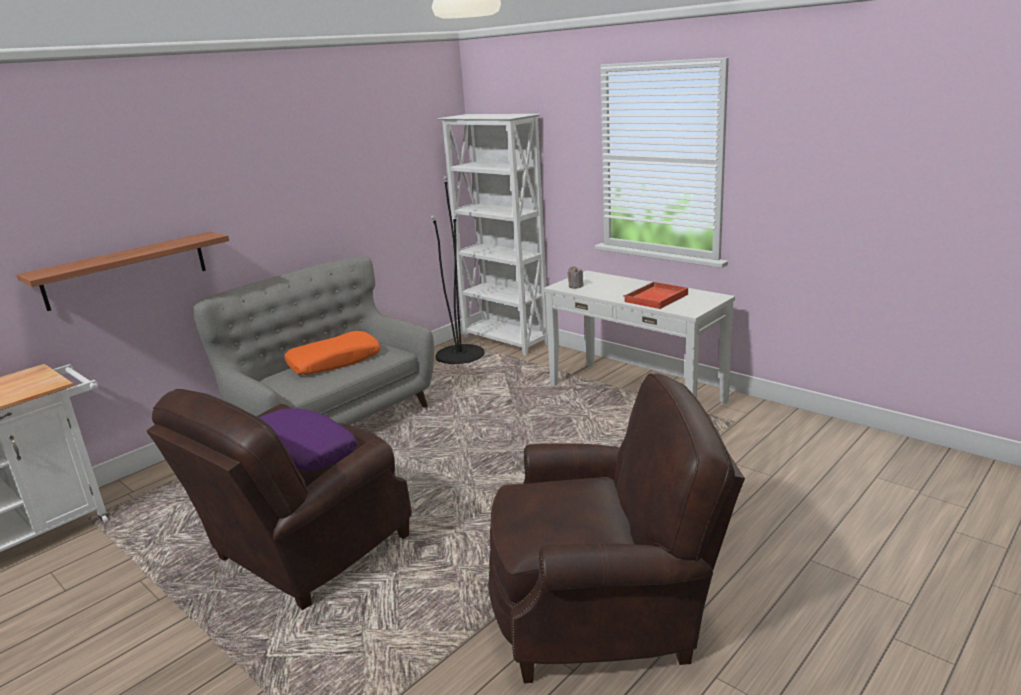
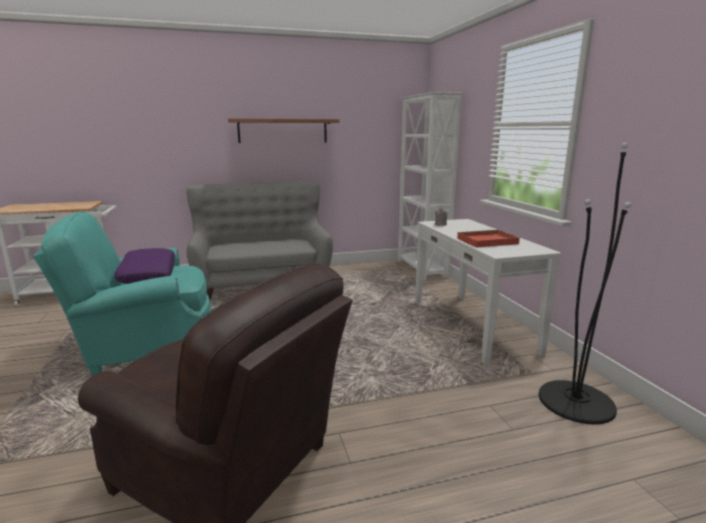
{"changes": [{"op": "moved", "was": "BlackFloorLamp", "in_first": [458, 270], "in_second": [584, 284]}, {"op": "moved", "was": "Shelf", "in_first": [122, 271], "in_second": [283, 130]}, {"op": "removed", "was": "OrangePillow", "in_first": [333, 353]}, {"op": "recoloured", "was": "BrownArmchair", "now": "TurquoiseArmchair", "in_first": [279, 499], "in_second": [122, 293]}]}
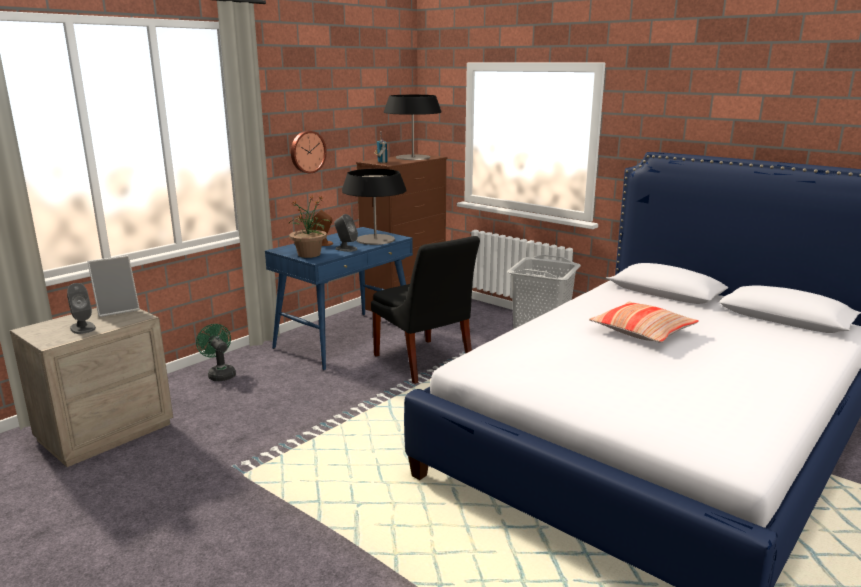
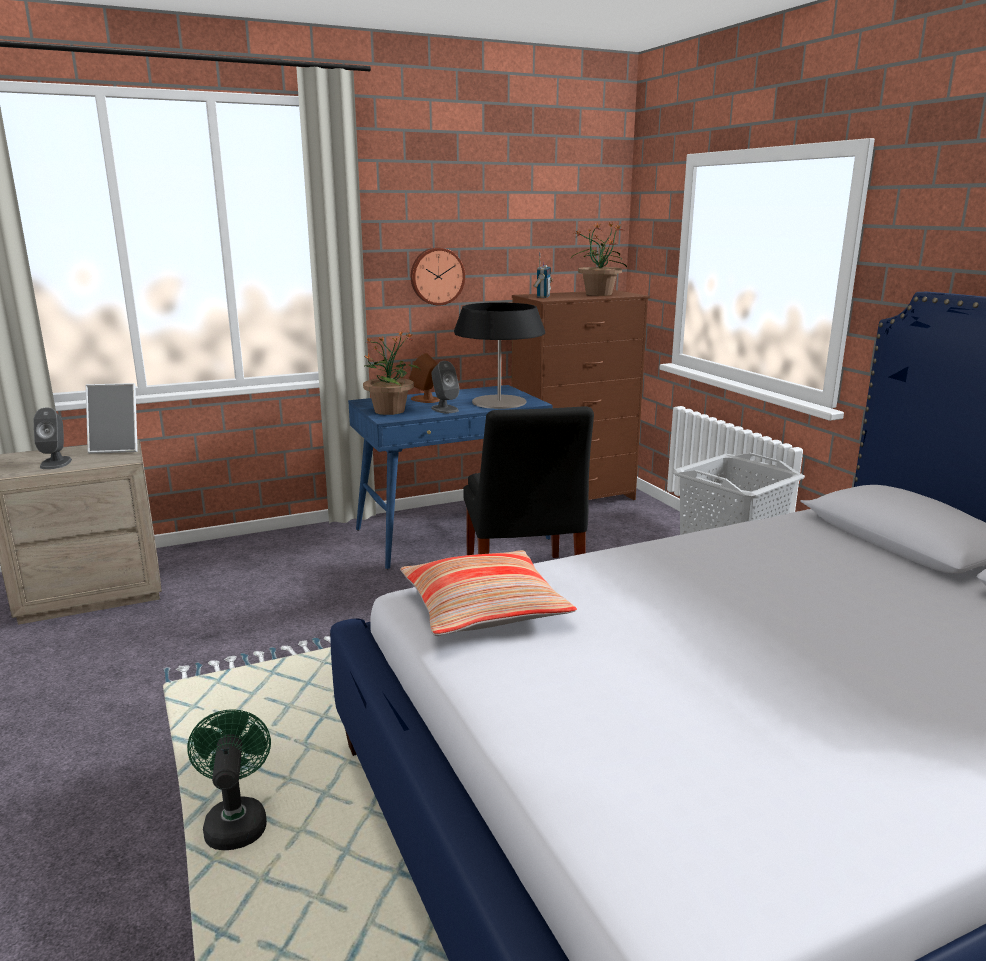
{"changes": [{"op": "replaced", "was": "TableLamp", "now": "PottedPlant", "in_first": [412, 127], "in_second": [599, 259]}, {"op": "moved", "was": "Pillow", "in_first": [643, 322], "in_second": [488, 593]}, {"op": "moved", "was": "GreenFan", "in_first": [216, 352], "in_second": [229, 779]}]}
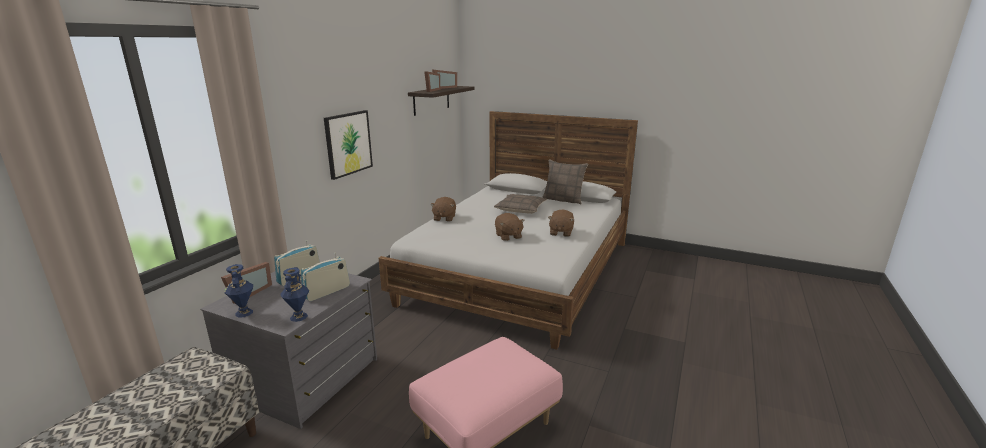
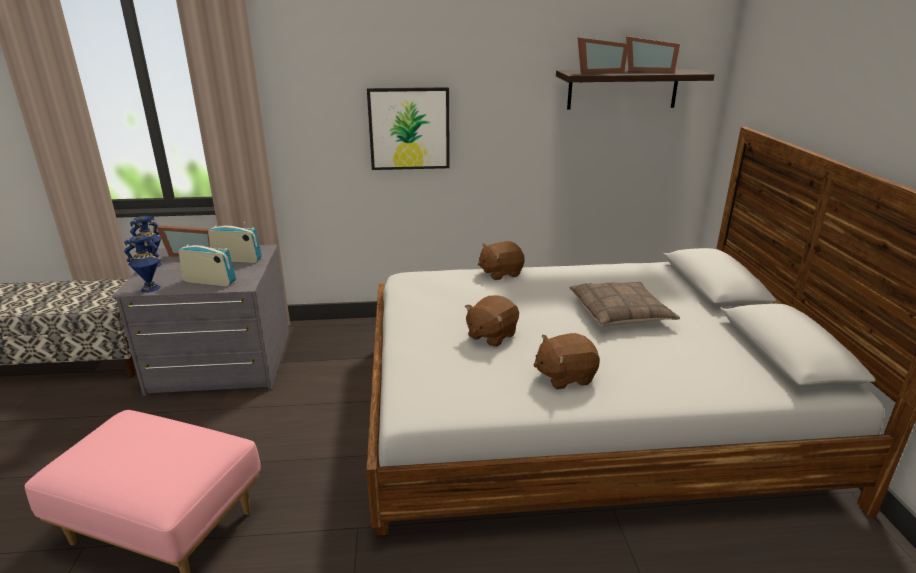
{"changes": [{"op": "removed", "was": "Pillow", "in_first": [565, 181]}]}
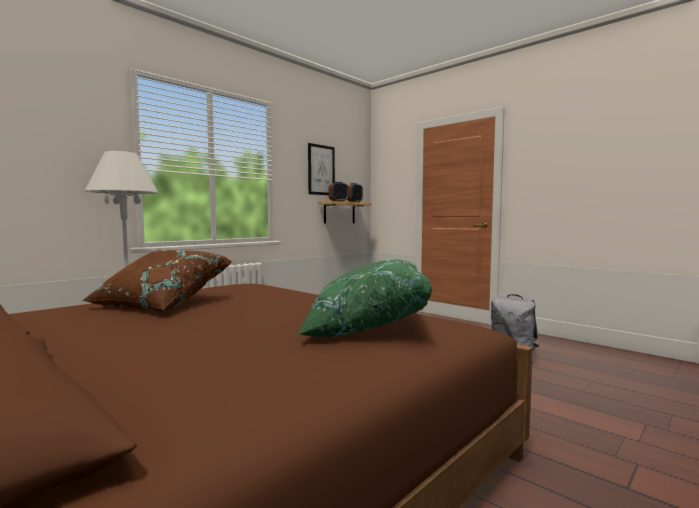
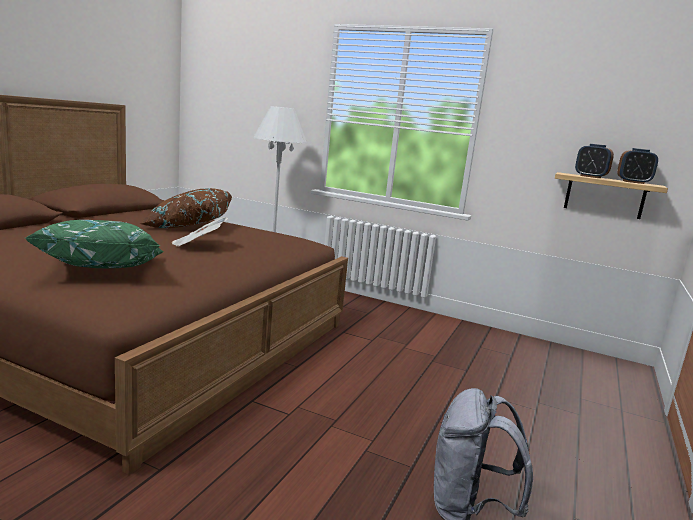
{"changes": [{"op": "removed", "was": "Picture", "in_first": [321, 169]}, {"op": "added", "now": "Newspaper", "in_second": [200, 232]}]}
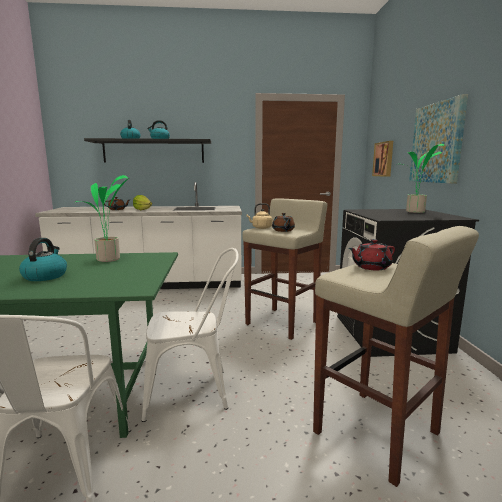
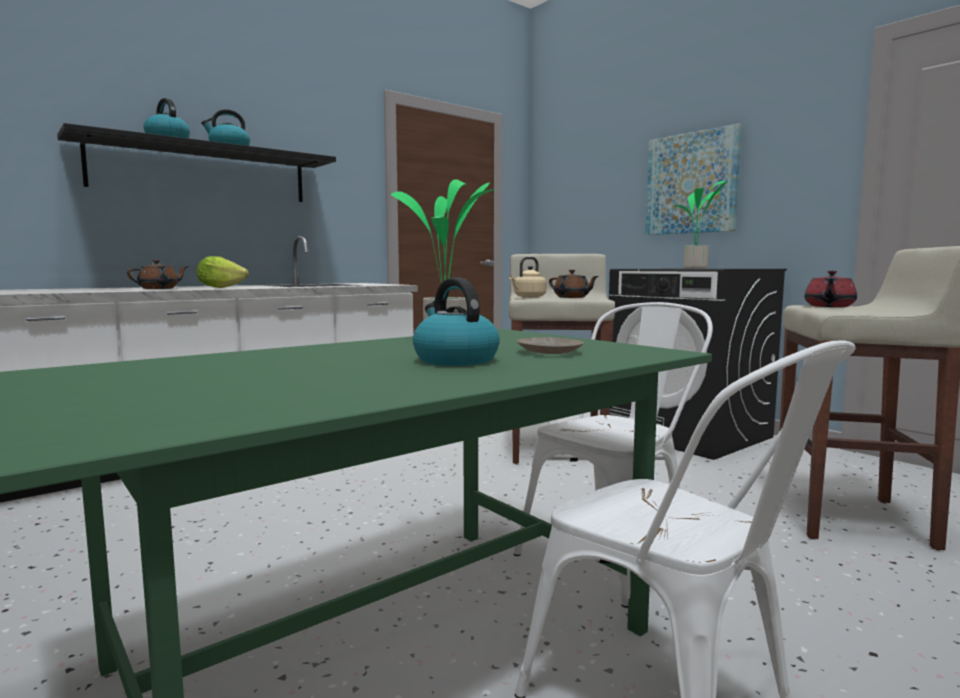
{"changes": [{"op": "removed", "was": "Picture", "in_first": [382, 159]}, {"op": "added", "now": "BeigePlate", "in_second": [550, 345]}]}
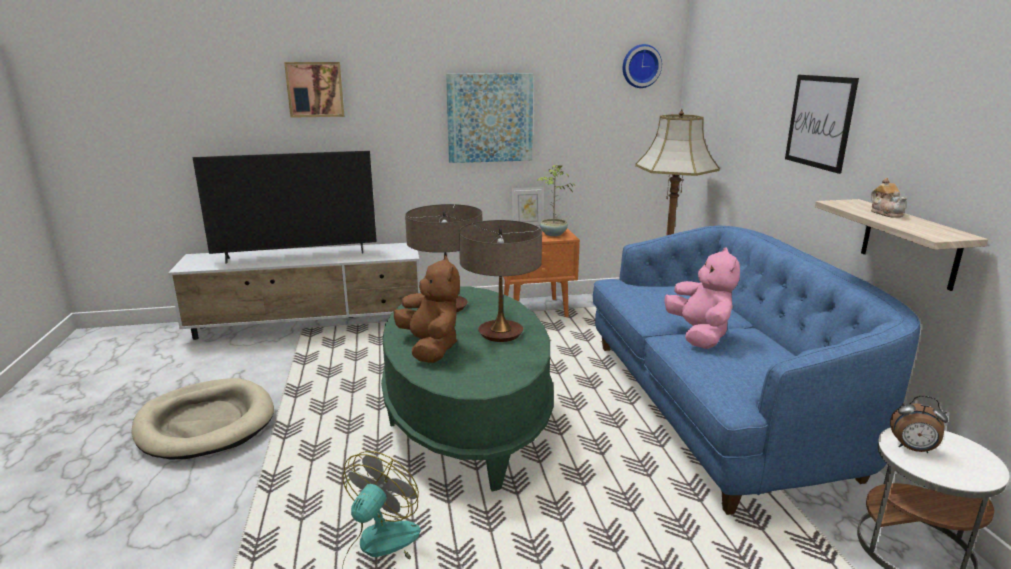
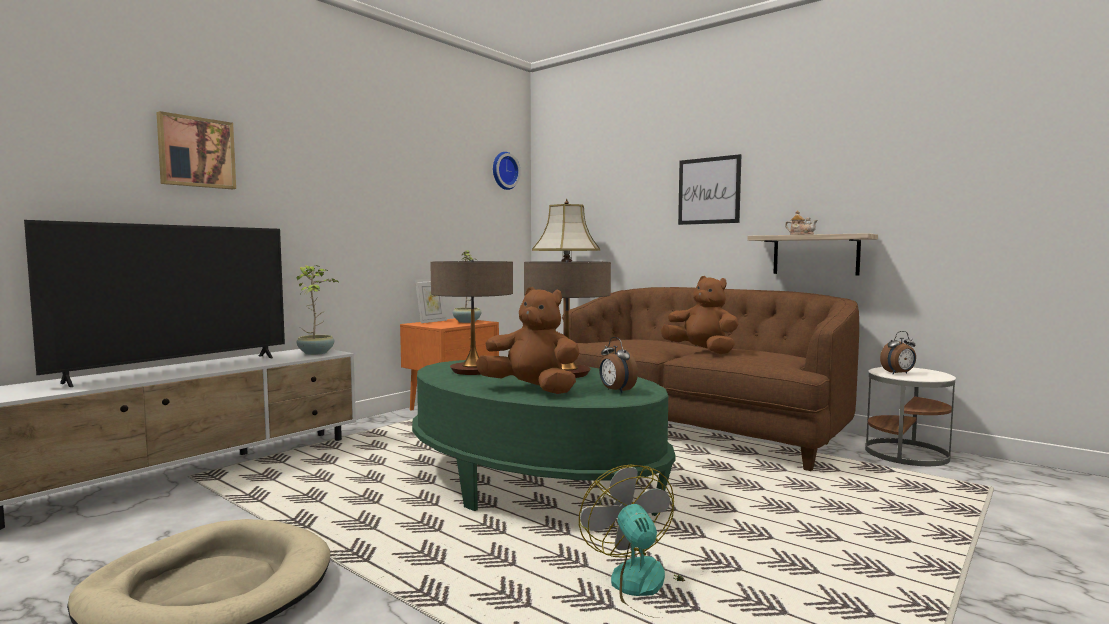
{"changes": [{"op": "removed", "was": "Picture", "in_first": [489, 118]}, {"op": "recoloured", "was": "BlueSofa", "now": "BrownSofa", "in_first": [756, 370], "in_second": [711, 379]}, {"op": "recoloured", "was": "PinkPlushToy", "now": "BrownPlushToy", "in_first": [702, 298], "in_second": [699, 315]}, {"op": "added", "now": "PottedPlant", "in_second": [318, 310]}, {"op": "added", "now": "AlarmClock", "in_second": [618, 365]}]}
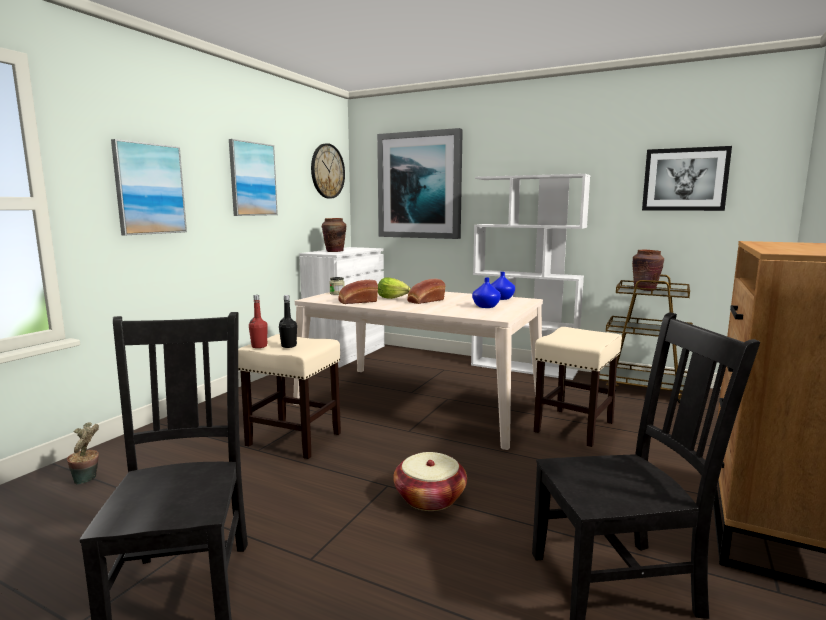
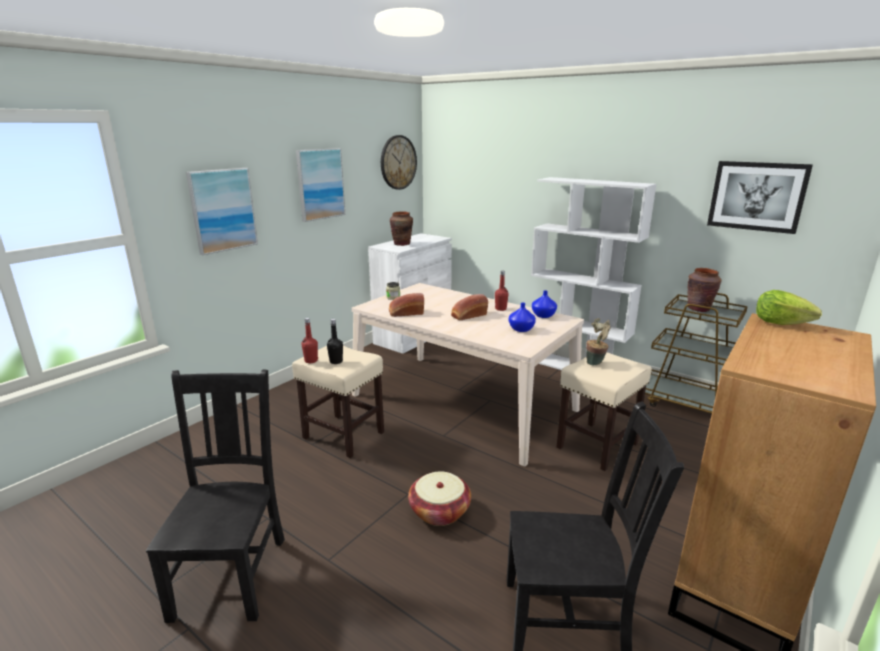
{"changes": [{"op": "removed", "was": "Picture", "in_first": [420, 183]}, {"op": "moved", "was": "Lettuce", "in_first": [394, 288], "in_second": [789, 307]}, {"op": "moved", "was": "PottedPlant", "in_first": [83, 453], "in_second": [598, 342]}, {"op": "added", "now": "RedBottle", "in_second": [502, 291]}]}
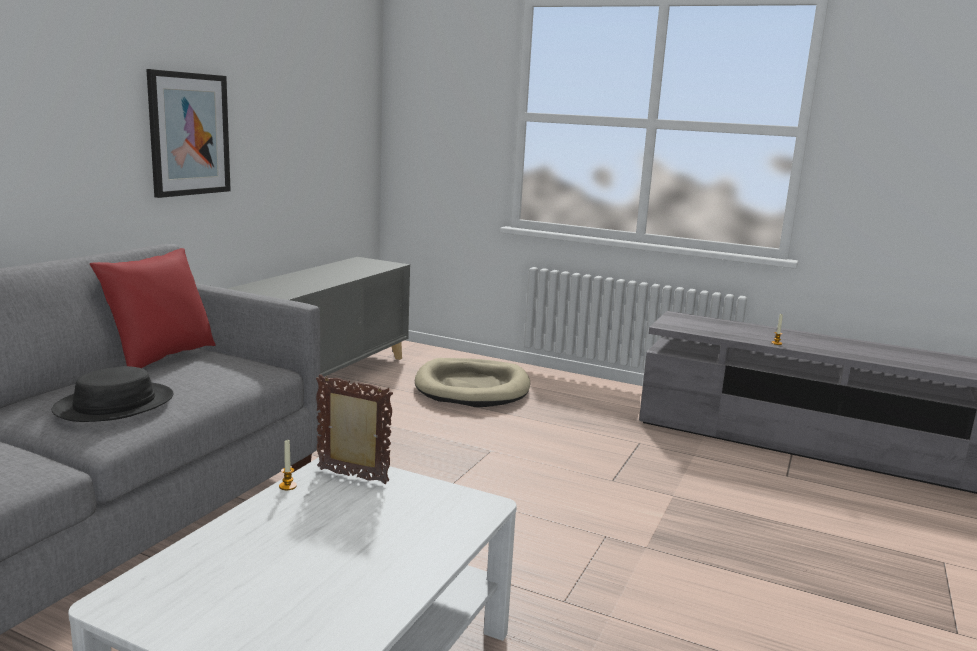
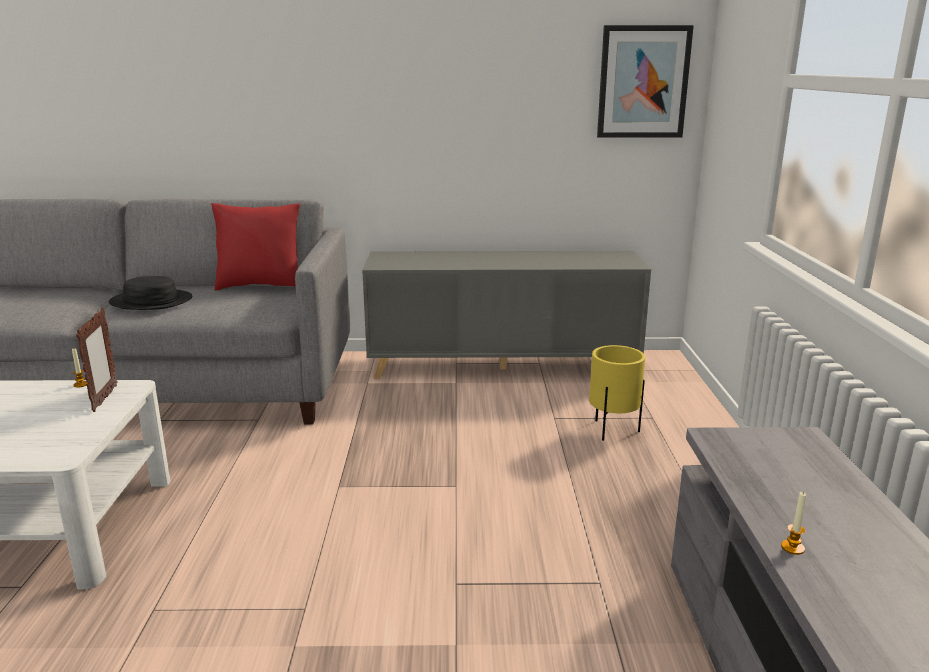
{"changes": [{"op": "moved", "was": "Picture", "in_first": [188, 133], "in_second": [645, 81]}, {"op": "replaced", "was": "BeigeDogBed", "now": "YellowPlanter", "in_first": [472, 382], "in_second": [617, 393]}]}
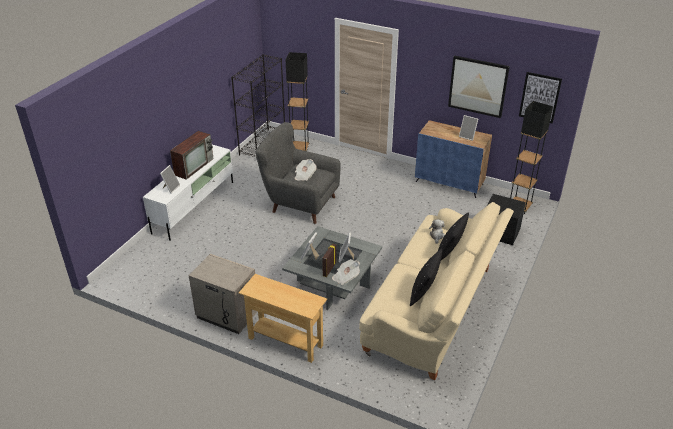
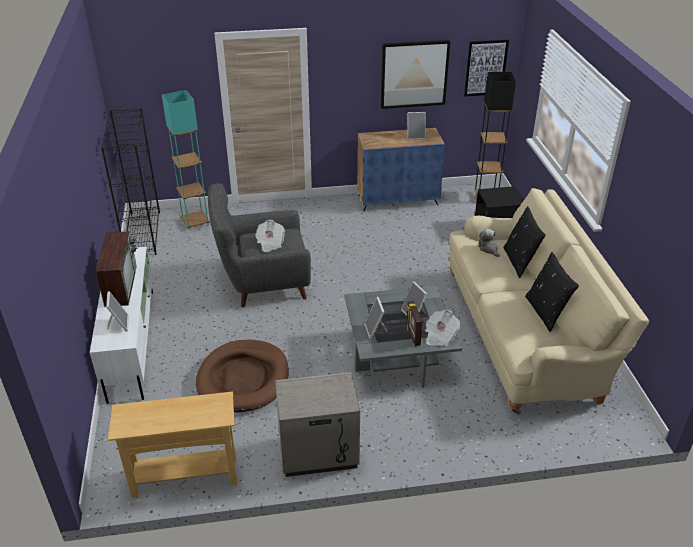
{"changes": [{"op": "recoloured", "was": "BlackFloorLamp", "now": "TurquoiseFloorLamp", "in_first": [298, 101], "in_second": [186, 160]}, {"op": "moved", "was": "BeigeConsoleTable", "in_first": [283, 318], "in_second": [172, 445]}, {"op": "added", "now": "BrownDogBed", "in_second": [242, 376]}]}
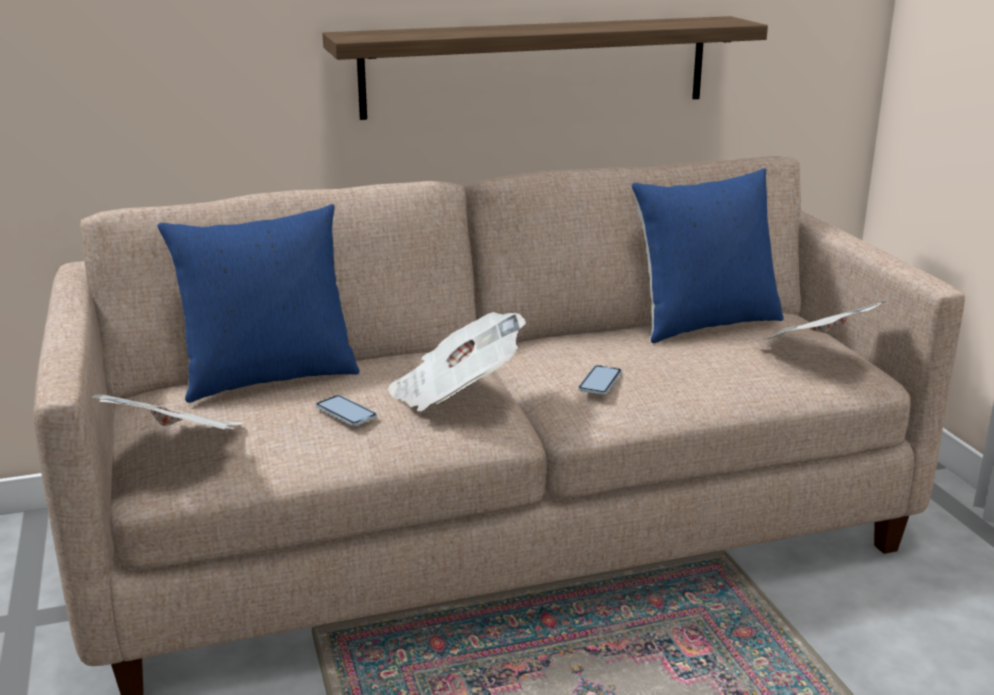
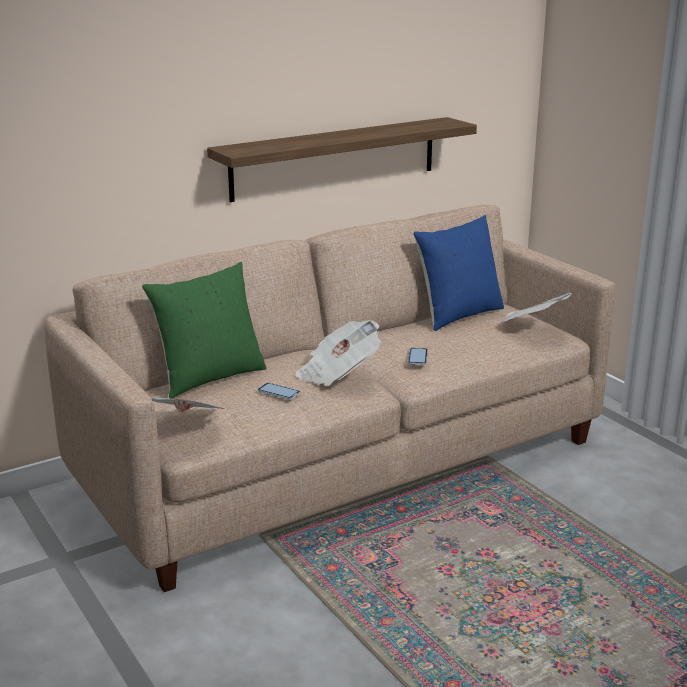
{"changes": [{"op": "recoloured", "was": "BluePillow", "now": "GreenPillow", "in_first": [258, 303], "in_second": [204, 330]}]}
